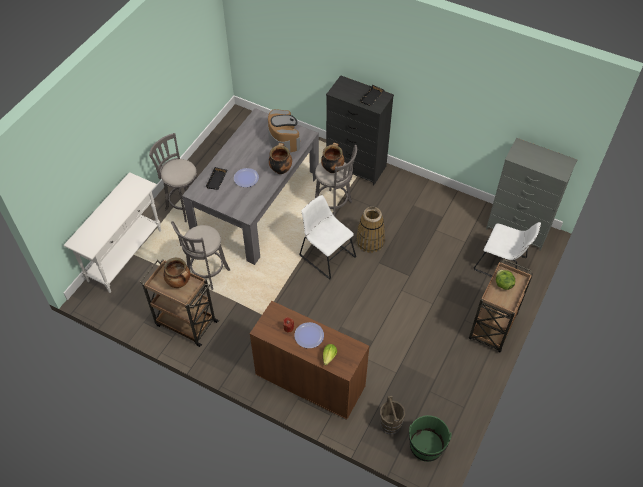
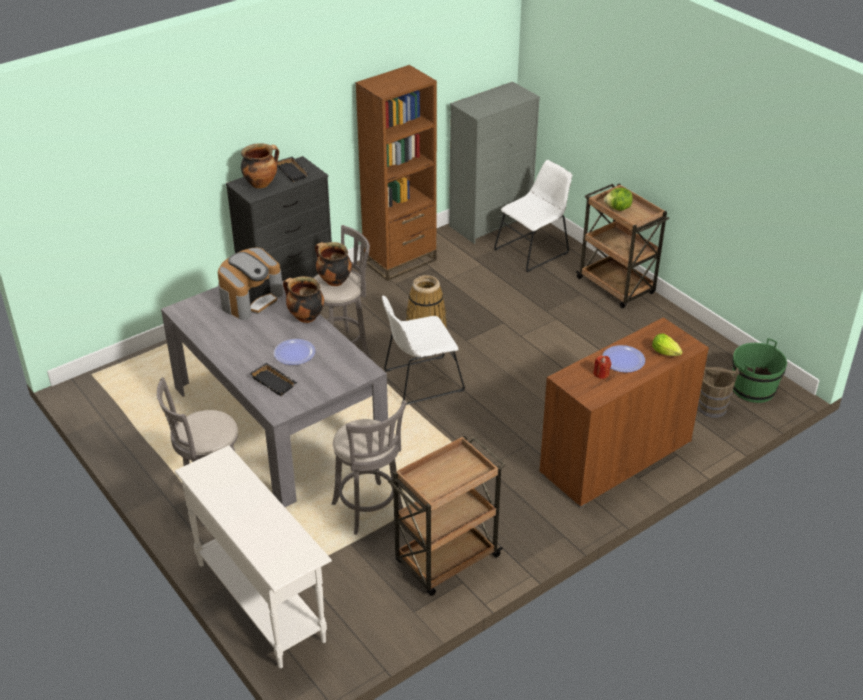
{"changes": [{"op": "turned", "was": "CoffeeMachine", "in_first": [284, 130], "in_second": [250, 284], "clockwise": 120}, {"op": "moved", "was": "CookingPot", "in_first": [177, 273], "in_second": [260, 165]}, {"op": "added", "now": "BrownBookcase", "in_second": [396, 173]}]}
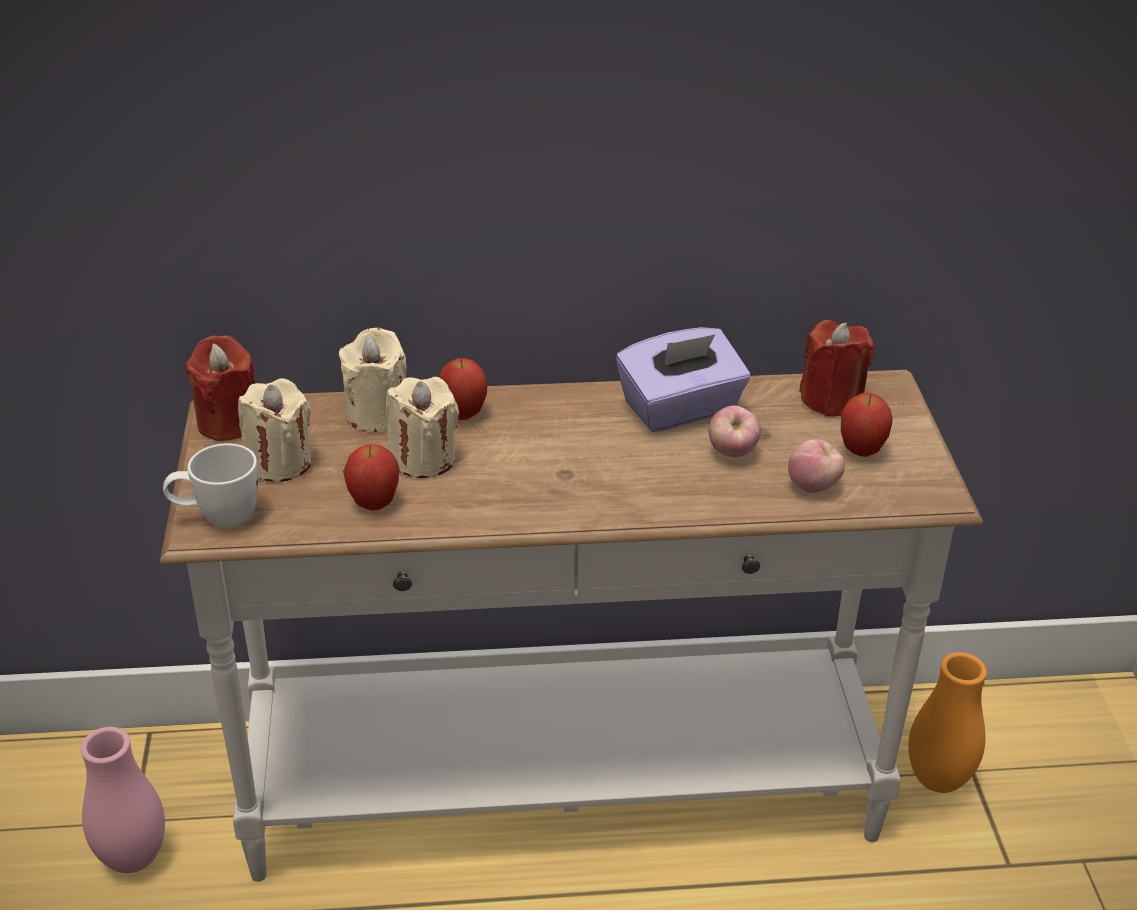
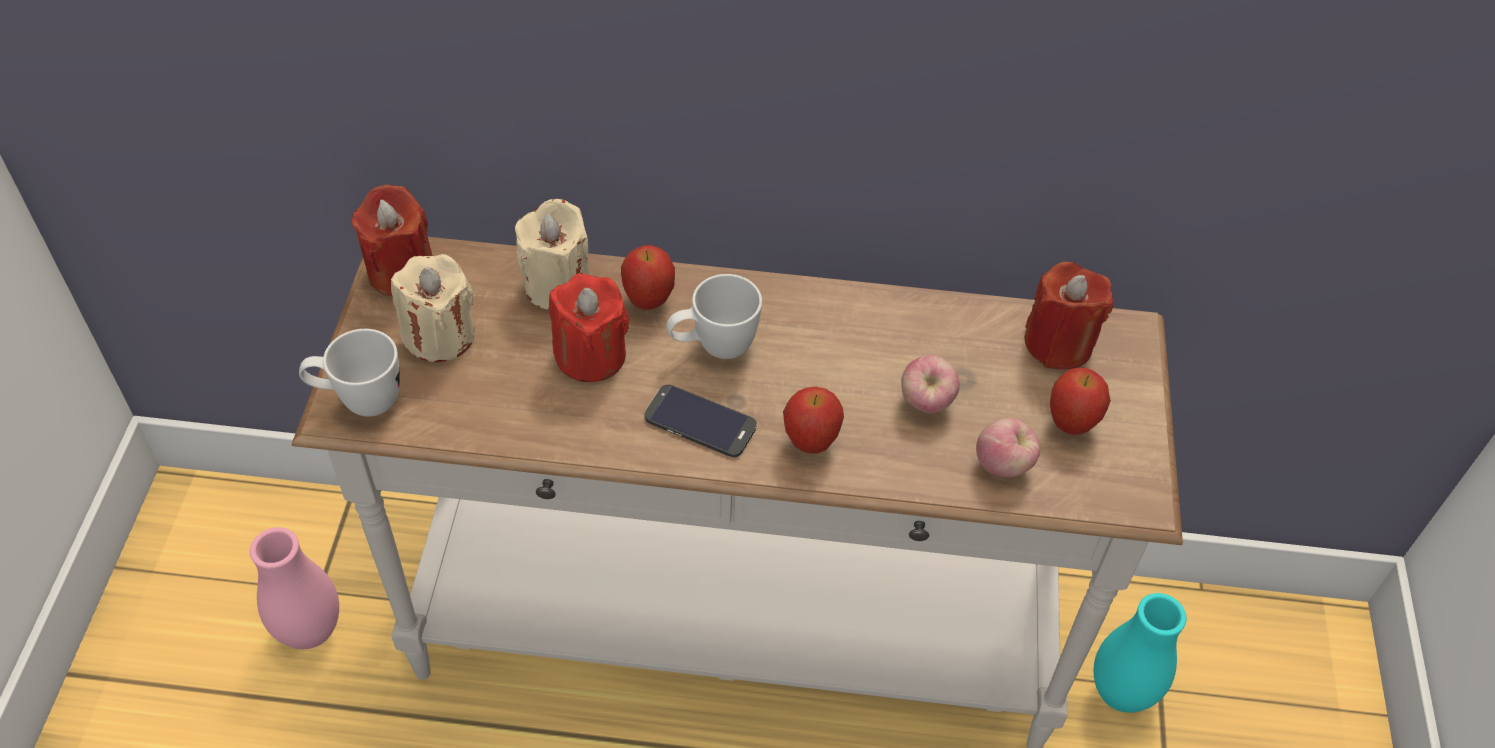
{"changes": [{"op": "removed", "was": "PurpleTissueBox", "in_first": [683, 379]}, {"op": "recoloured", "was": "BeigeCandle", "now": "RedCandle", "in_first": [422, 427], "in_second": [589, 327]}, {"op": "moved", "was": "Apple", "in_first": [371, 477], "in_second": [813, 420]}, {"op": "recoloured", "was": "OrangeVase", "now": "TurquoiseVase", "in_first": [947, 722], "in_second": [1140, 653]}, {"op": "added", "now": "WhiteMug", "in_second": [714, 316]}, {"op": "added", "now": "Phone", "in_second": [700, 421]}]}
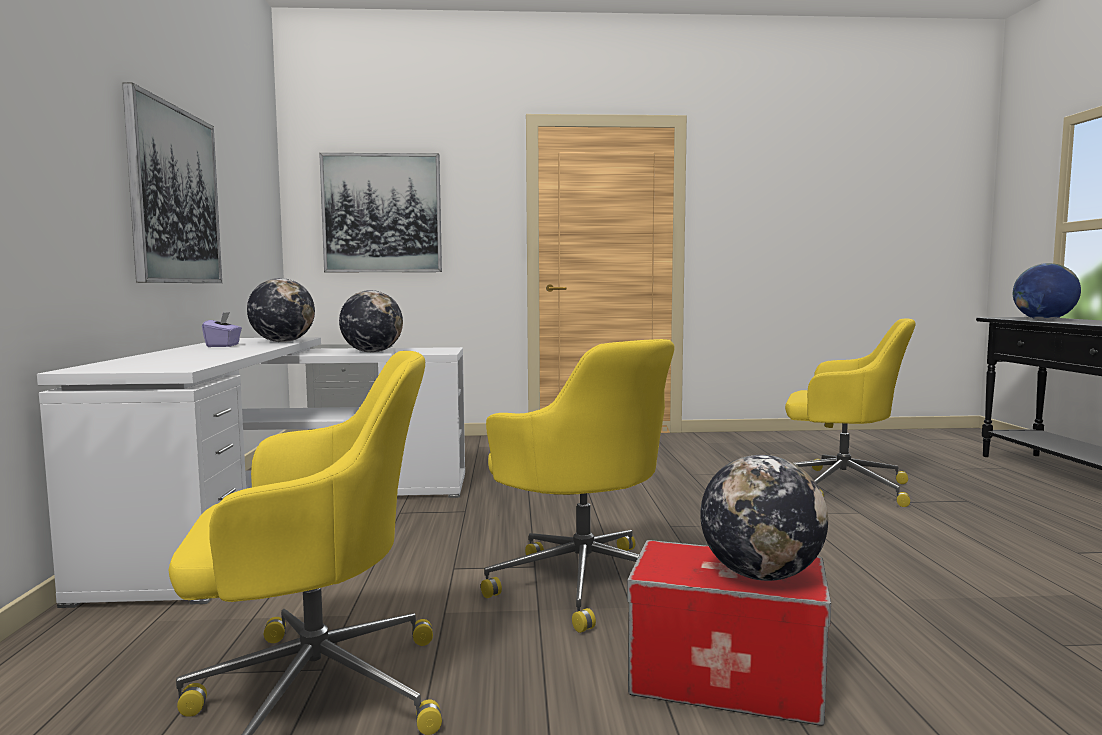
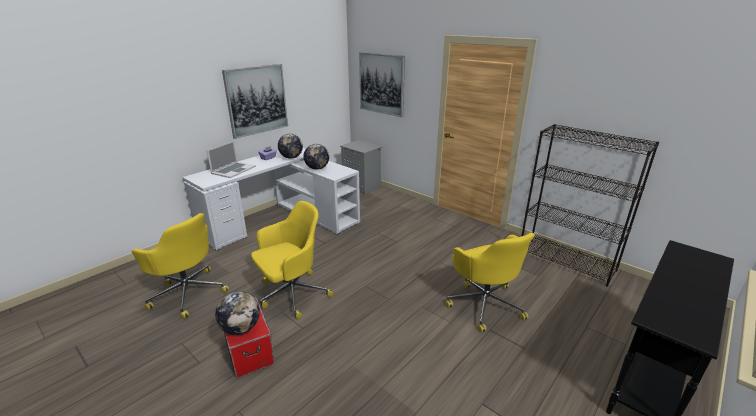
{"changes": [{"op": "removed", "was": "Globe", "in_first": [1047, 291]}, {"op": "turned", "was": "YellowOfficeChair", "in_first": [578, 486], "in_second": [292, 260], "clockwise": -135}, {"op": "added", "now": "BlackBookcase", "in_second": [590, 205]}, {"op": "added", "now": "Laptop", "in_second": [231, 159]}]}
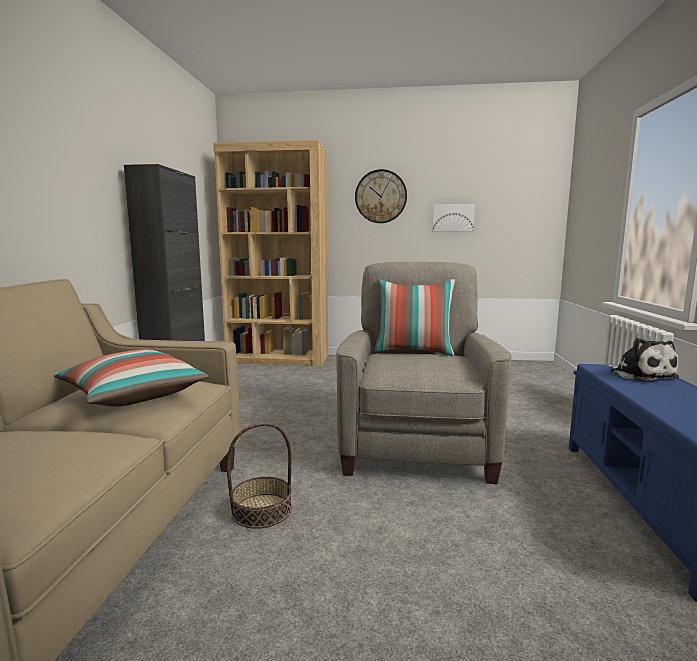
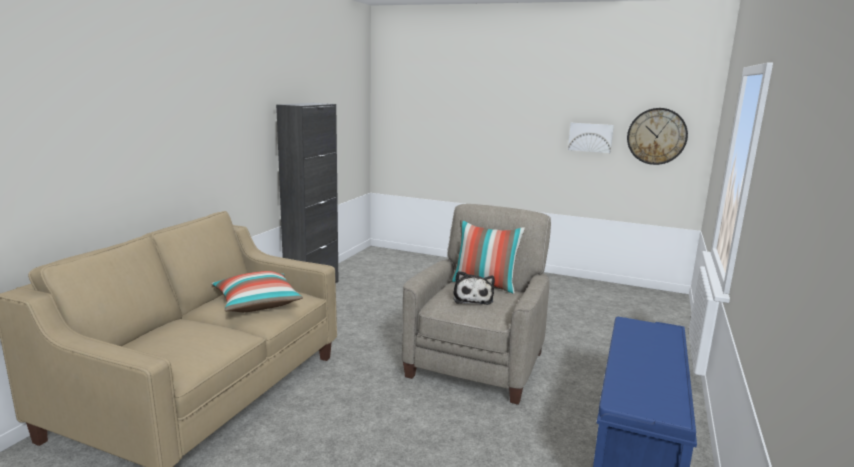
{"changes": [{"op": "removed", "was": "BrownBookcase", "in_first": [270, 253]}, {"op": "moved", "was": "WallClock", "in_first": [381, 196], "in_second": [657, 136]}, {"op": "moved", "was": "PlushToy", "in_first": [643, 360], "in_second": [474, 288]}, {"op": "removed", "was": "Basket", "in_first": [259, 475]}]}
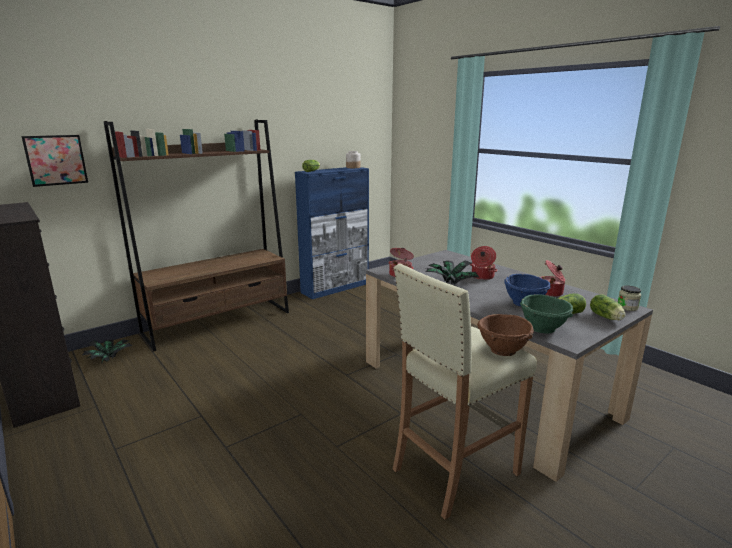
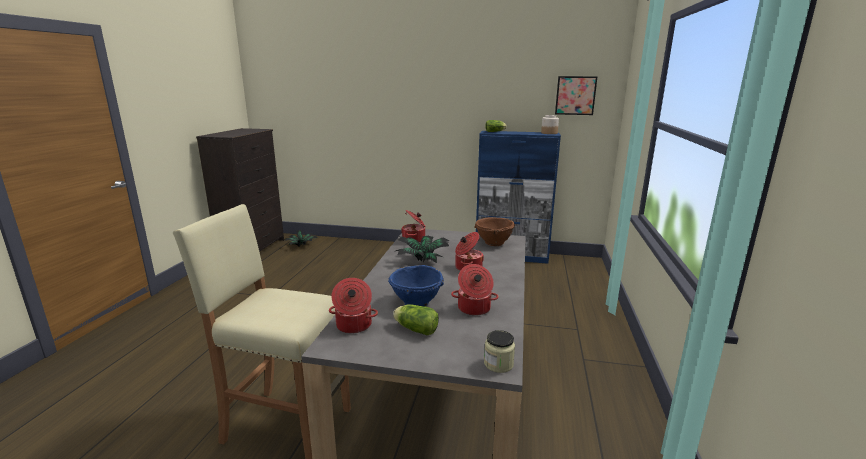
{"changes": [{"op": "removed", "was": "BrownBookcase", "in_first": [196, 235]}, {"op": "moved", "was": "Picture", "in_first": [54, 161], "in_second": [576, 95]}, {"op": "replaced", "was": "GreenBowl", "now": "CookingPot", "in_first": [546, 314], "in_second": [353, 305]}, {"op": "removed", "was": "Lettuce", "in_first": [608, 307]}, {"op": "moved", "was": "BrownBowl", "in_first": [505, 335], "in_second": [494, 231]}]}
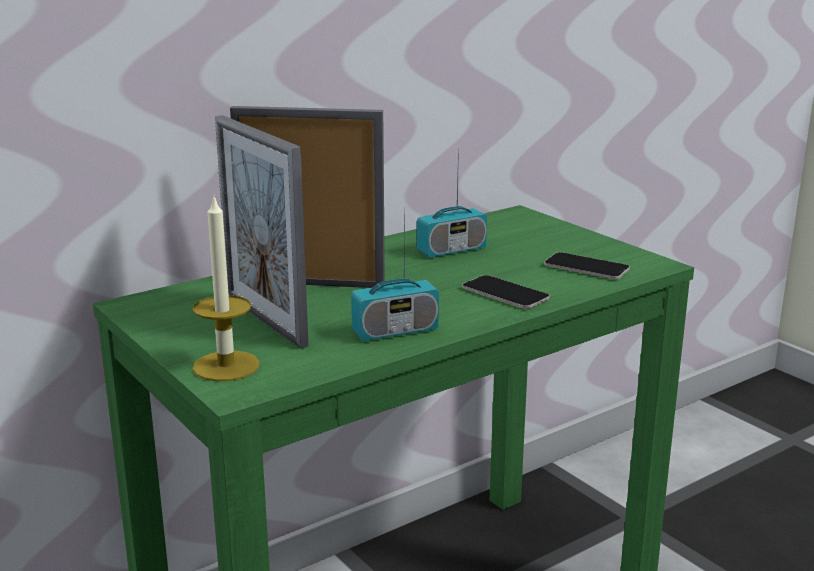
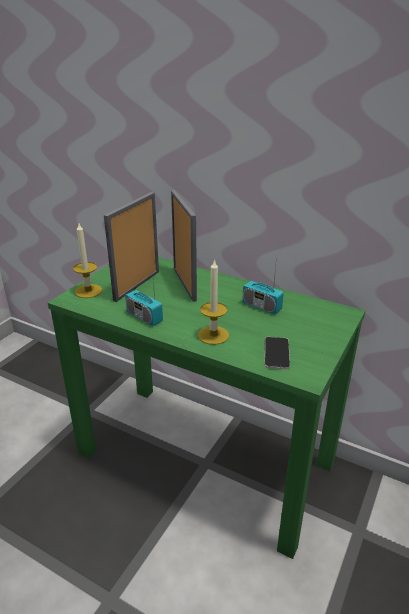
{"changes": [{"op": "replaced", "was": "Phone", "now": "Candle", "in_first": [506, 292], "in_second": [213, 302]}]}
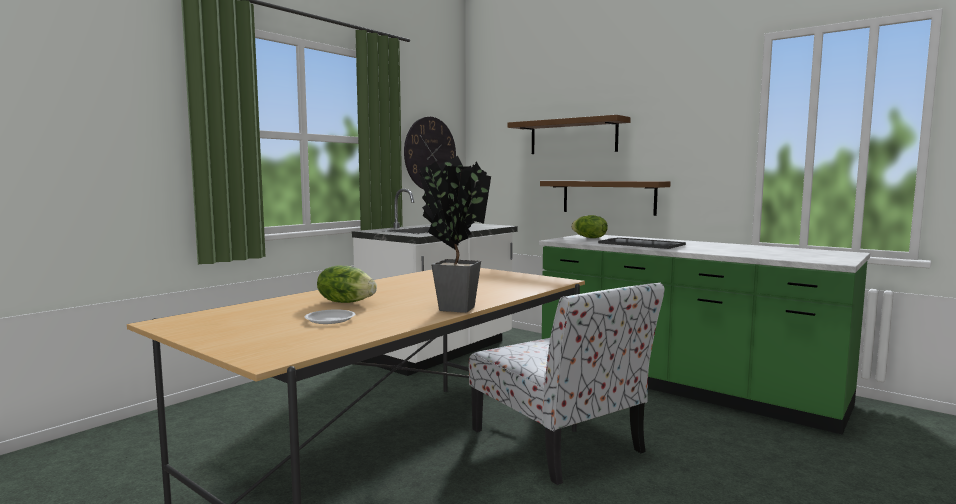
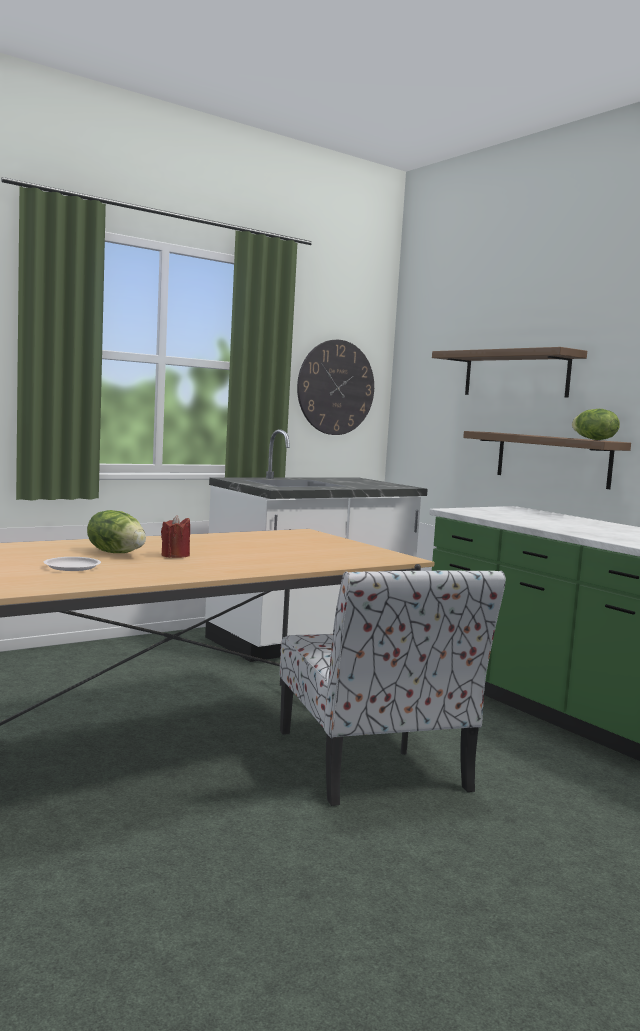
{"changes": [{"op": "removed", "was": "PottedPlant", "in_first": [455, 234]}, {"op": "moved", "was": "Lettuce", "in_first": [589, 226], "in_second": [596, 424]}, {"op": "removed", "was": "Tray", "in_first": [642, 243]}, {"op": "added", "now": "RedCandle", "in_second": [175, 536]}]}
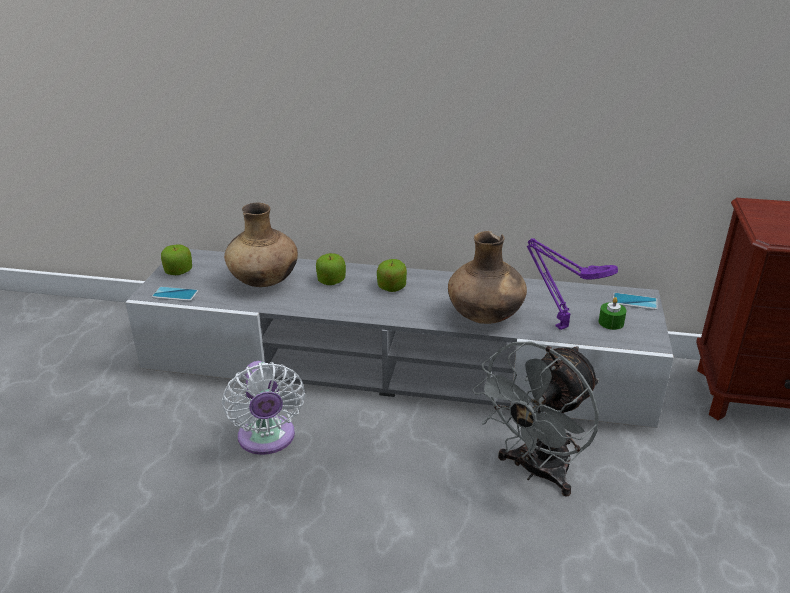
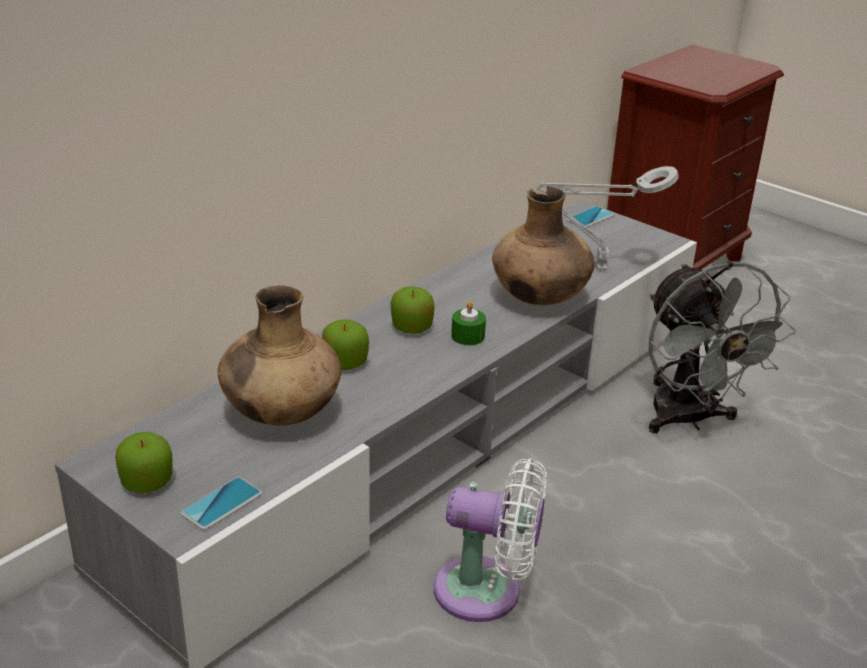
{"changes": [{"op": "recoloured", "was": "PurpleTableLamp", "now": "GreyTableLamp", "in_first": [572, 284], "in_second": [607, 218]}, {"op": "moved", "was": "GreenCandle", "in_first": [613, 313], "in_second": [468, 323]}]}
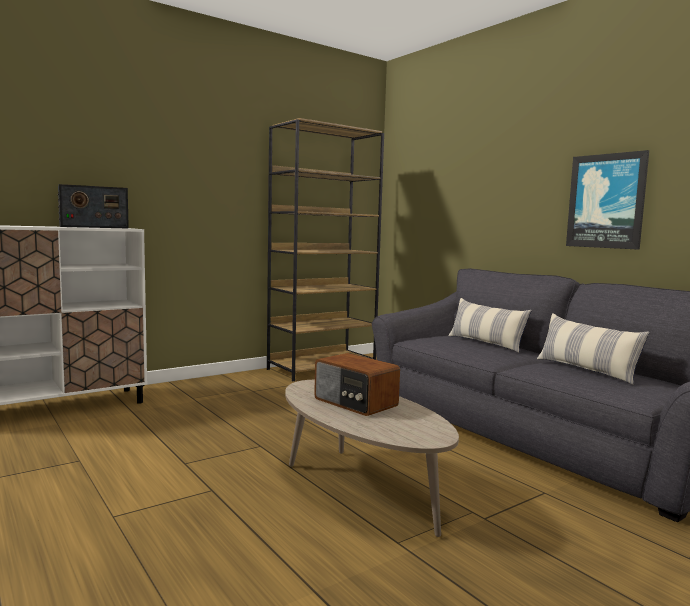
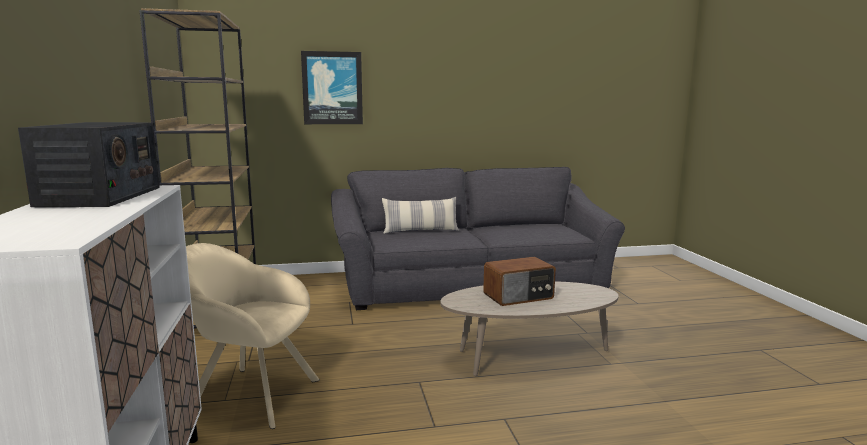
{"changes": [{"op": "moved", "was": "Picture", "in_first": [607, 200], "in_second": [332, 87]}, {"op": "removed", "was": "Pillow", "in_first": [593, 349]}, {"op": "added", "now": "BeigeArmchair", "in_second": [253, 336]}]}
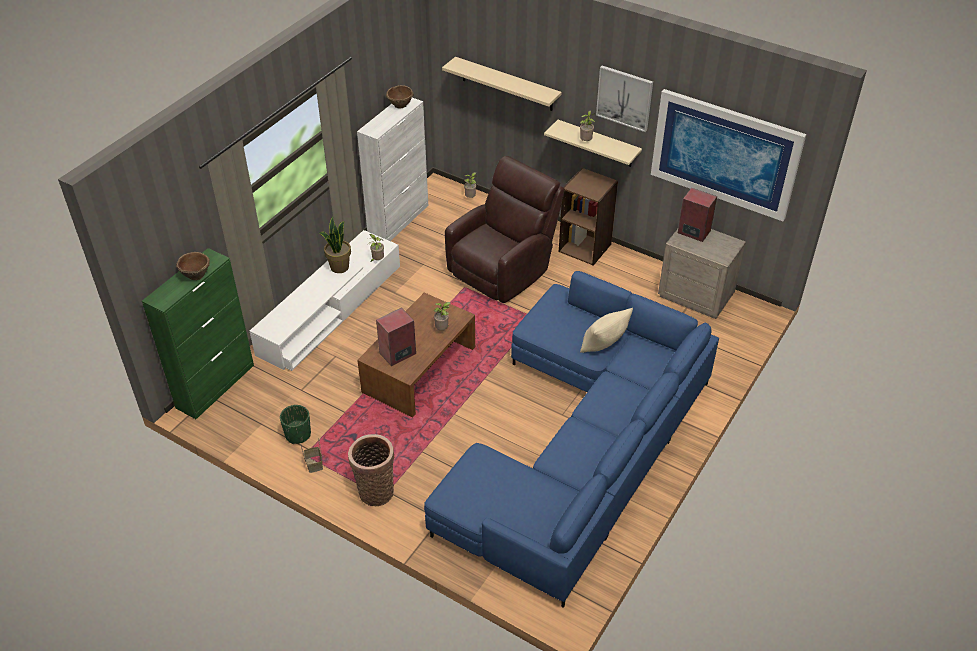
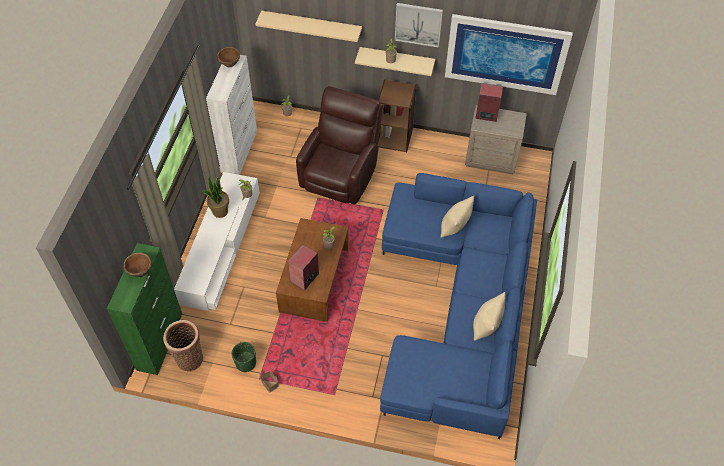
{"changes": [{"op": "moved", "was": "Basket", "in_first": [371, 470], "in_second": [183, 345]}, {"op": "added", "now": "BeigePillow", "in_second": [489, 316]}]}
